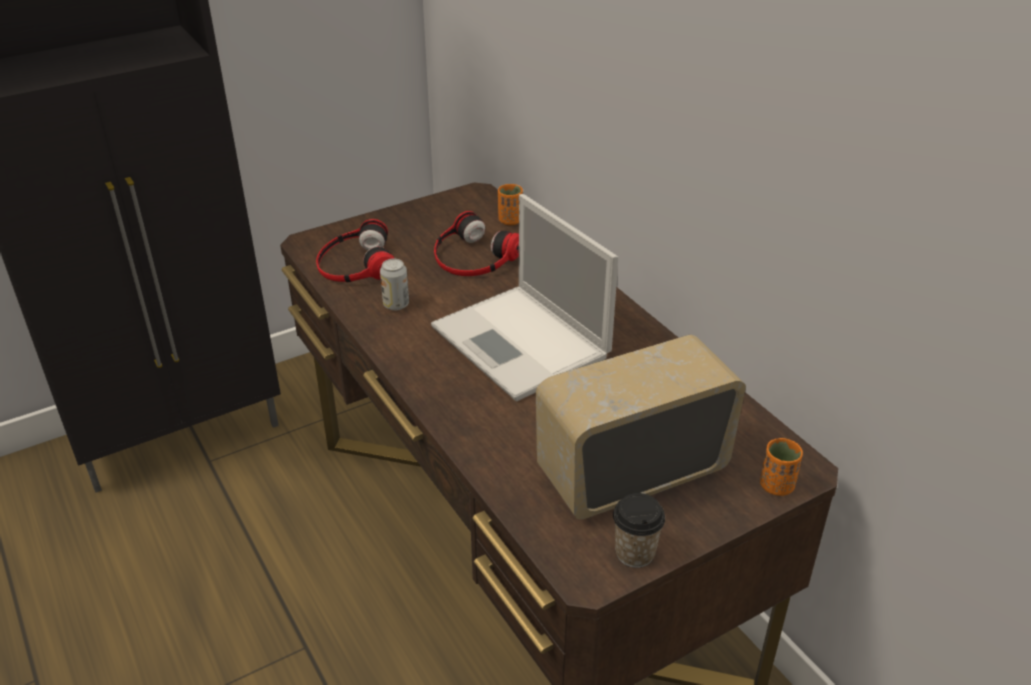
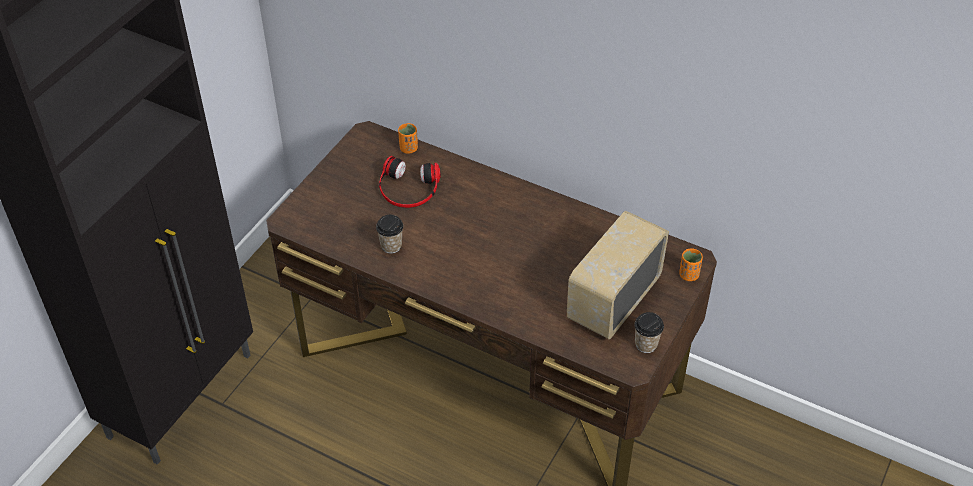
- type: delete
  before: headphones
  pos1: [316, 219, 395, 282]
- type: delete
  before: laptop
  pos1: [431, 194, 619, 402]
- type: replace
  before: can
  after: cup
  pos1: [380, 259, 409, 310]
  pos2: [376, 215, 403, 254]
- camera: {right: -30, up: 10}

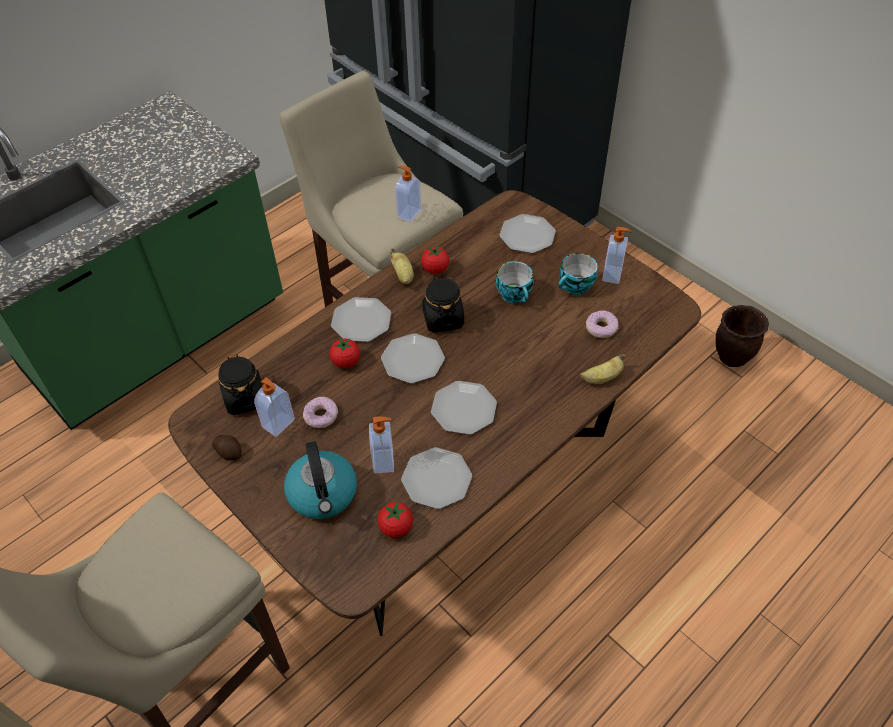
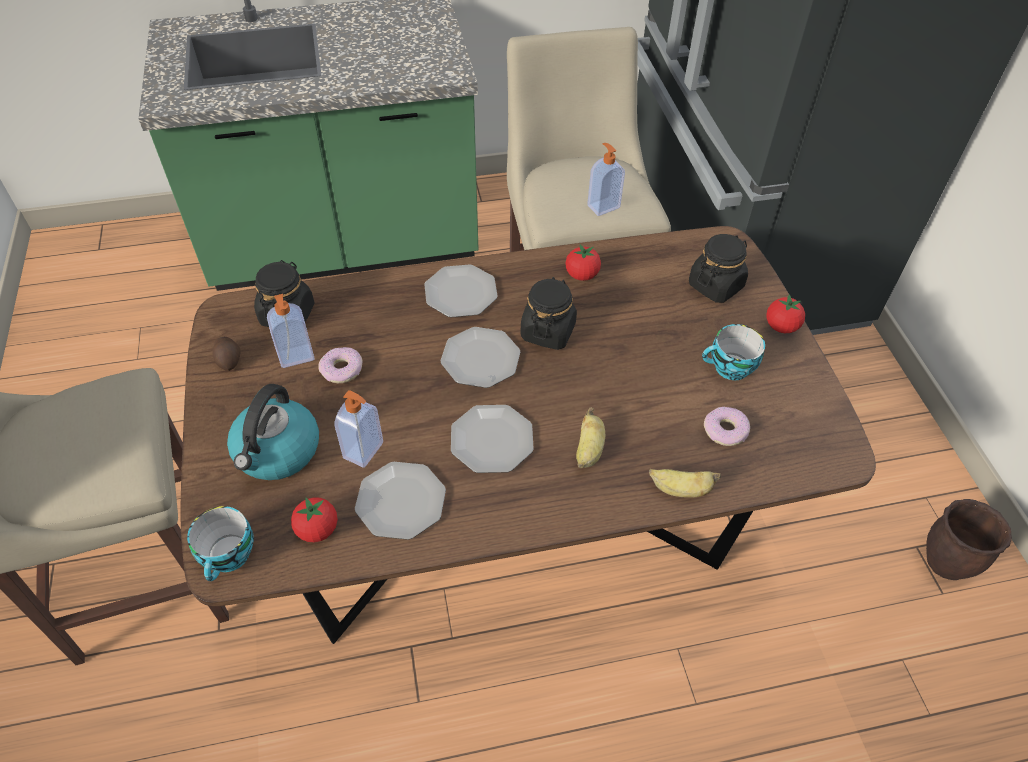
- type: delete
  before: soap dispenser
  pos1: [602, 227, 632, 284]
- type: move
  before: tomato
  pos1: [329, 337, 360, 368]
  pos2: [766, 294, 805, 333]
- type: move
  before: banana
  pos1: [390, 249, 414, 284]
  pos2: [576, 407, 605, 468]
- type: move
  before: cup
  pos1: [496, 261, 534, 303]
  pos2: [187, 506, 254, 581]
- type: replace
  before: plate
  after: black jar
  pos1: [499, 214, 556, 253]
  pos2: [689, 234, 748, 303]
- camera: {right: 30, up: 0}

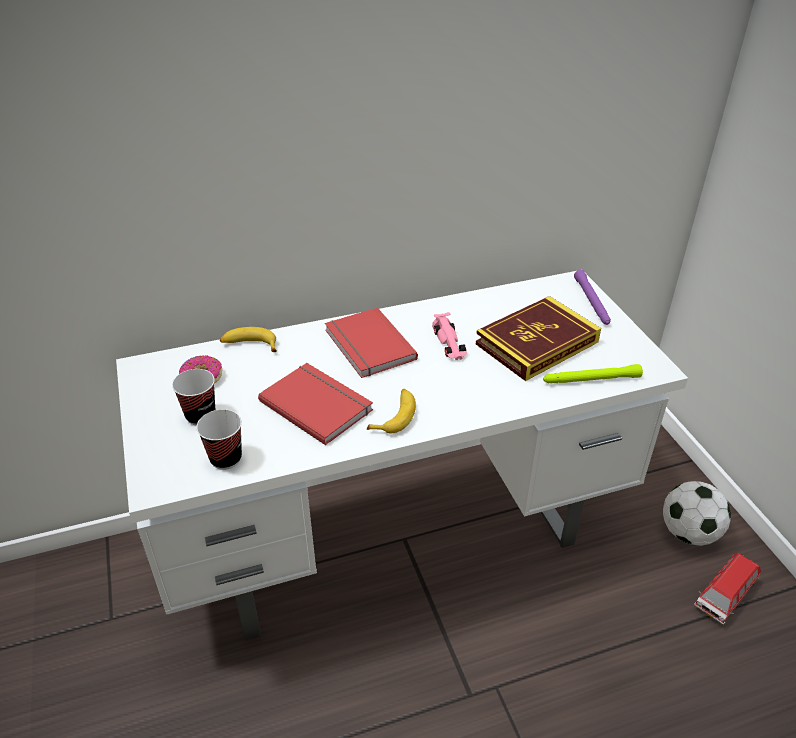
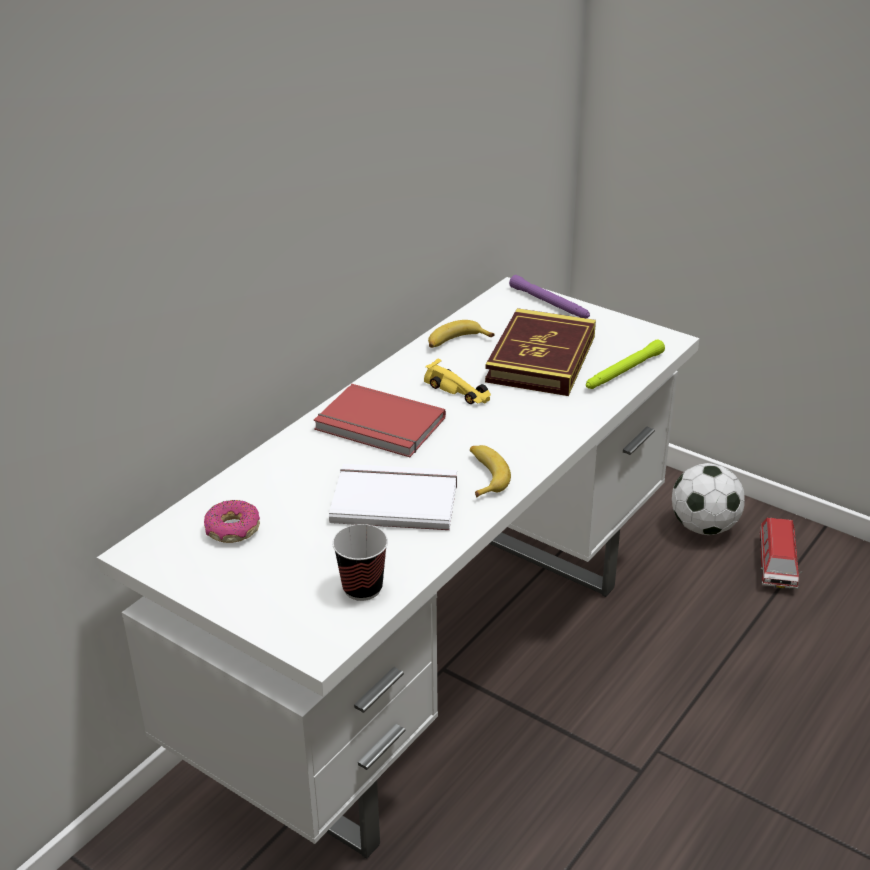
- type: delete
  before: cup
  pos1: [172, 369, 215, 426]
- type: move
  before: banana
  pos1: [220, 327, 277, 352]
  pos2: [428, 320, 495, 348]
- type: recolor
  before: red book
  after: white book
  pos1: [258, 363, 373, 445]
  pos2: [329, 464, 457, 530]
- type: recolor
  before: pink toy car
  after: yellow toy car
  pos1: [432, 312, 467, 360]
  pos2: [424, 359, 491, 404]
- camera: {right: -35, up: -5}

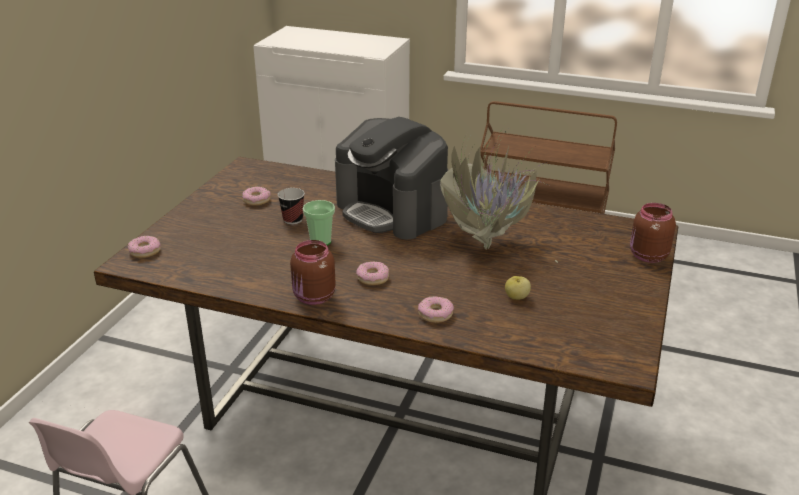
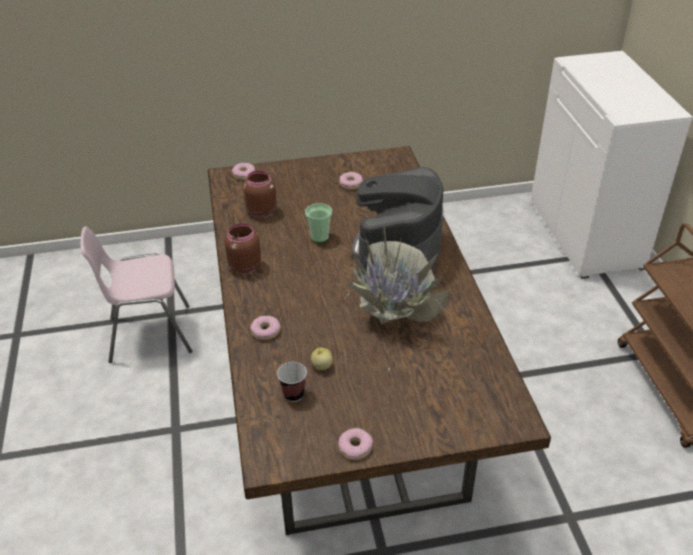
- type: move
  before: cup
  pos1: [278, 188, 305, 225]
  pos2: [277, 362, 307, 402]
- type: move
  before: donut
  pos1: [356, 261, 389, 285]
  pos2: [338, 428, 373, 460]
- type: move
  before: brown jar
  pos1: [630, 203, 676, 263]
  pos2: [244, 170, 277, 217]
- camera: {right: 60, up: 10}

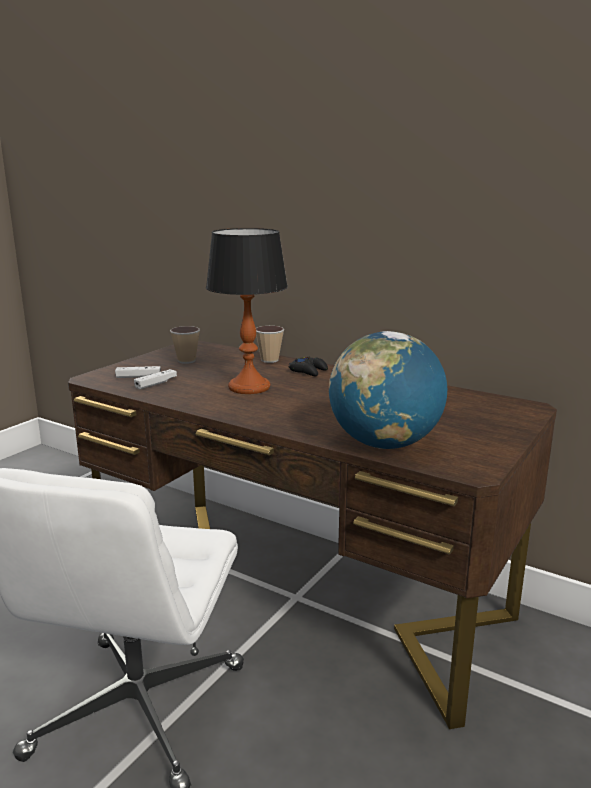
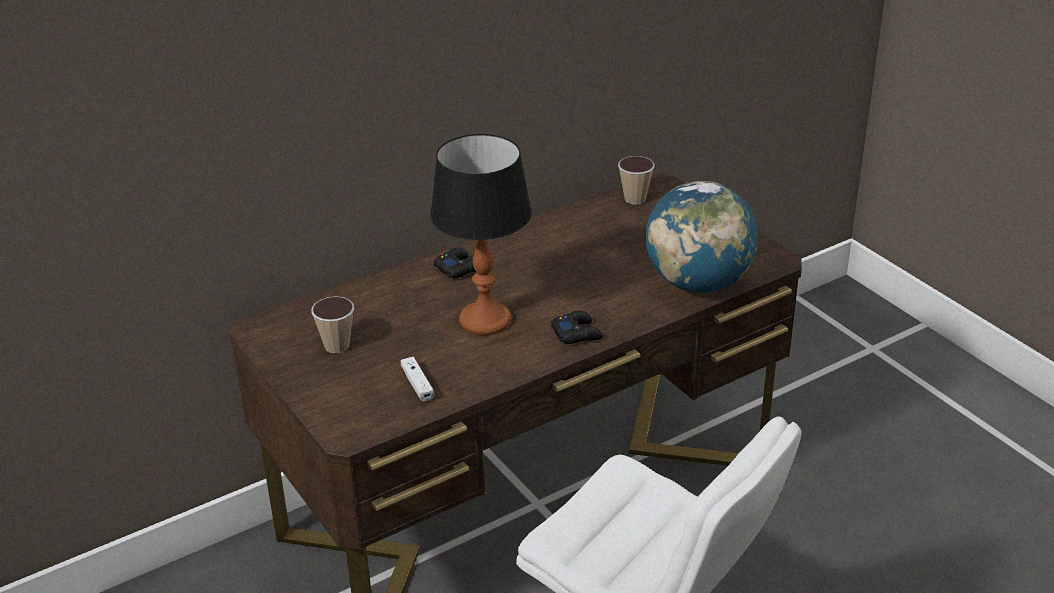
- type: delete
  before: white game controller
  pos1: [115, 366, 161, 378]
- type: insert
  after: black game controller
  pos2: [551, 310, 603, 344]
- type: move
  before: cup
  pos1: [256, 326, 284, 363]
  pos2: [618, 156, 655, 205]
- camera: {right: -65, up: 15}

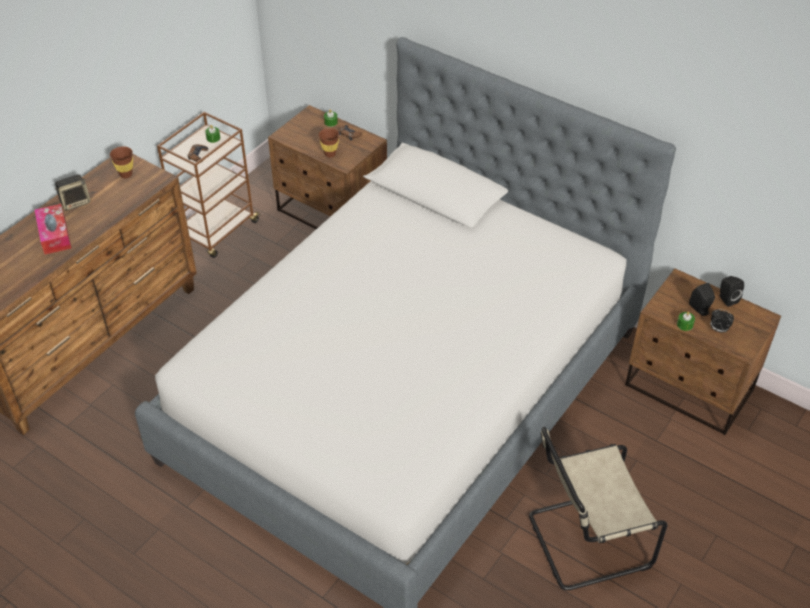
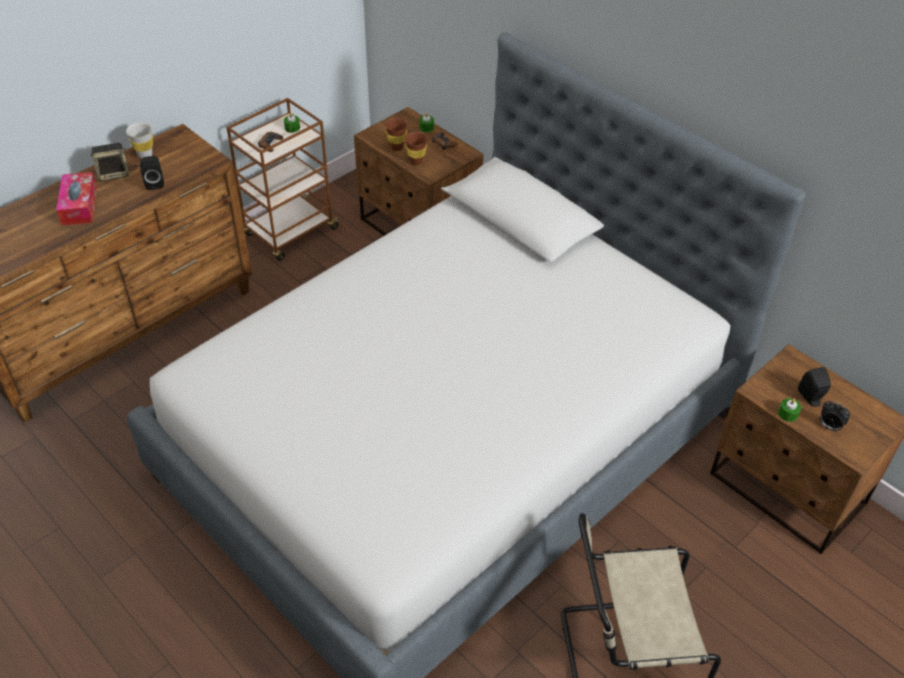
- type: insert
  after: white cup
  pos2: [126, 122, 153, 159]
- type: move
  before: brown cup
  pos1: [110, 146, 133, 178]
  pos2: [385, 118, 408, 151]
- type: move
  before: black speaker
  pos1: [719, 276, 744, 307]
  pos2: [140, 156, 164, 190]
- camera: {right: 10, up: 0}

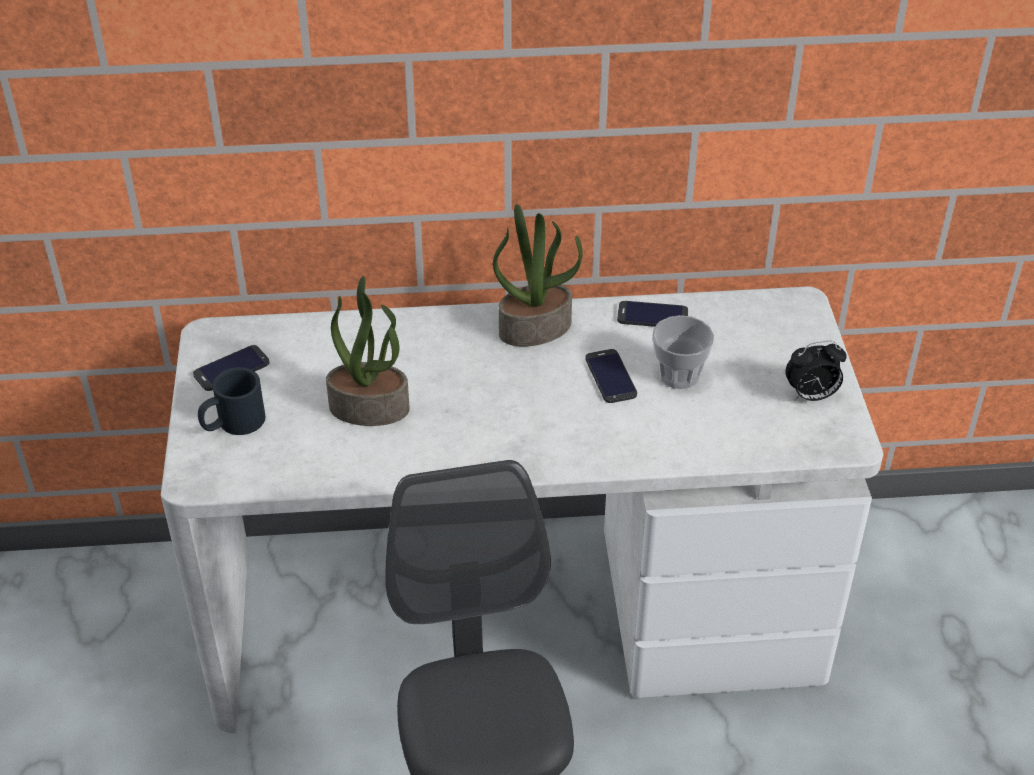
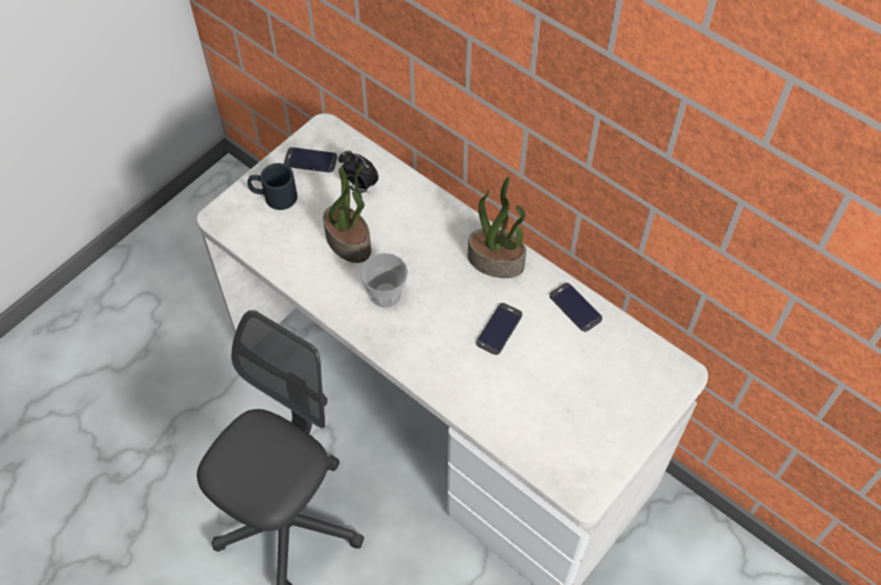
- type: move
  before: cup
  pos1: [652, 315, 714, 389]
  pos2: [360, 253, 408, 308]
- type: move
  before: alarm clock
  pos1: [785, 340, 847, 401]
  pos2: [338, 151, 379, 194]
- camera: {right: 45, up: 15}

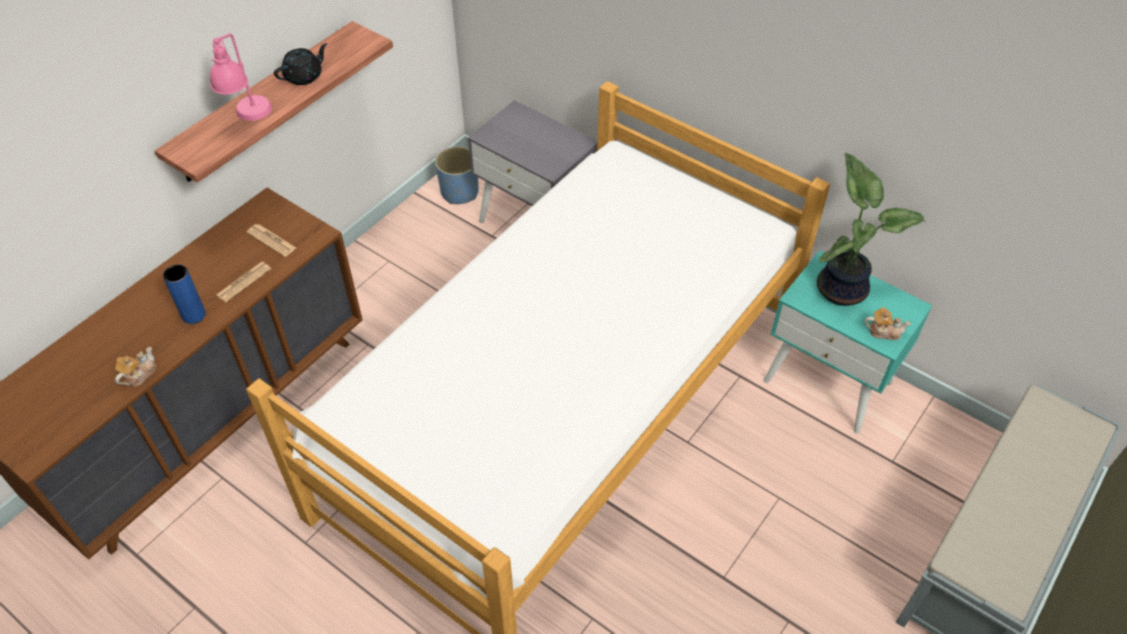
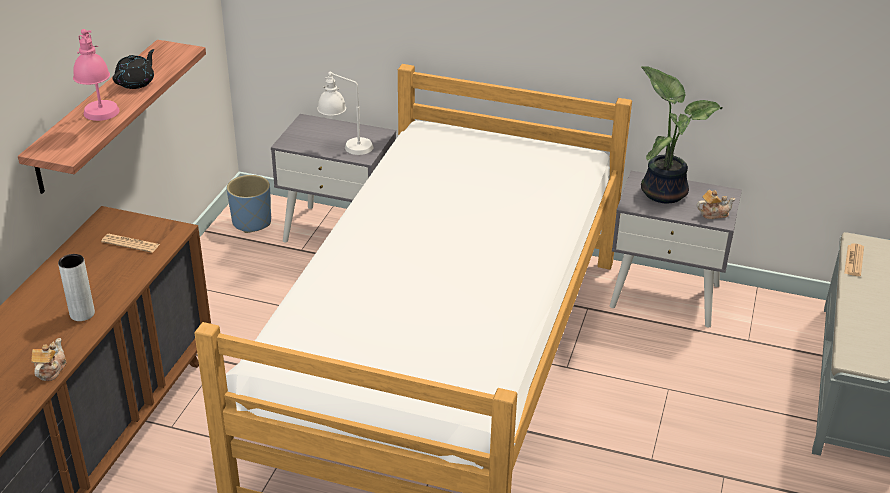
- type: insert
  after: white table lamp
  pos2: [317, 72, 373, 155]
- type: move
  before: newspaper
  pos1: [216, 262, 271, 302]
  pos2: [844, 243, 864, 276]
- type: recolor
  before: blue vase
  after: grey vase
  pos1: [163, 264, 206, 324]
  pos2: [58, 254, 95, 321]
- type: recolor
  before: turquoise nightstand
  after: grey nightstand
  pos1: [764, 250, 933, 434]
  pos2: [610, 171, 742, 328]
- camera: {right: -20, up: -15}

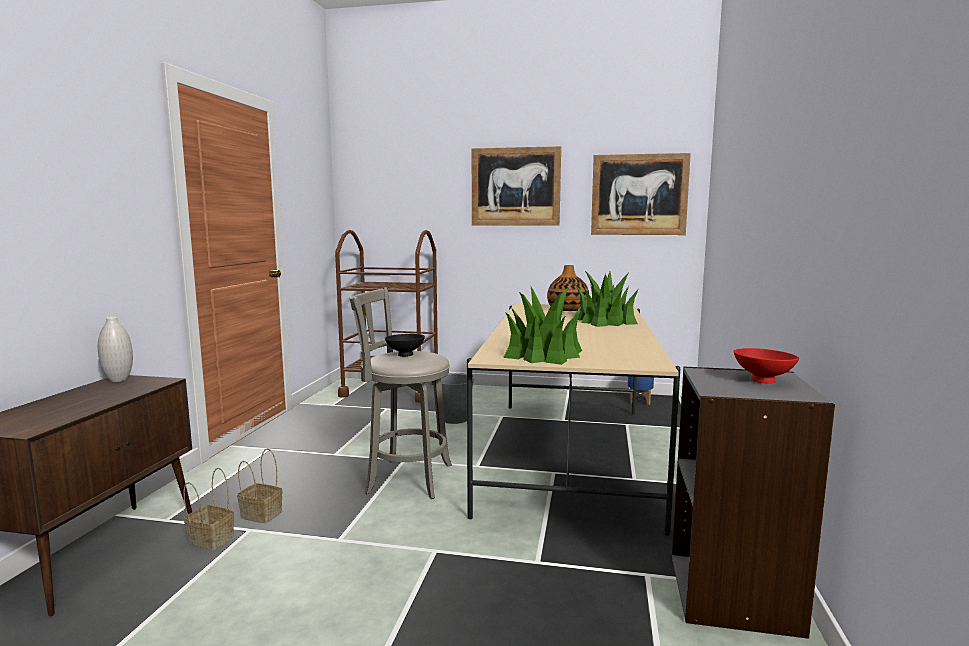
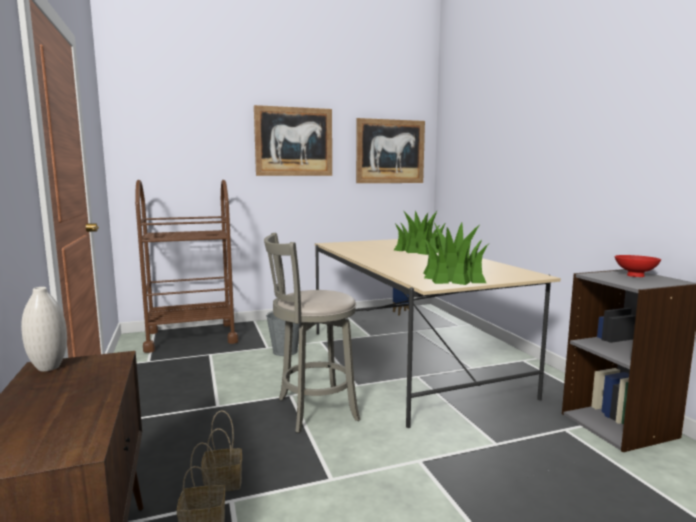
- type: delete
  before: black bowl
  pos1: [385, 334, 425, 357]
- type: delete
  before: vase
  pos1: [547, 265, 589, 311]
- camera: {right: -30, up: 0}

